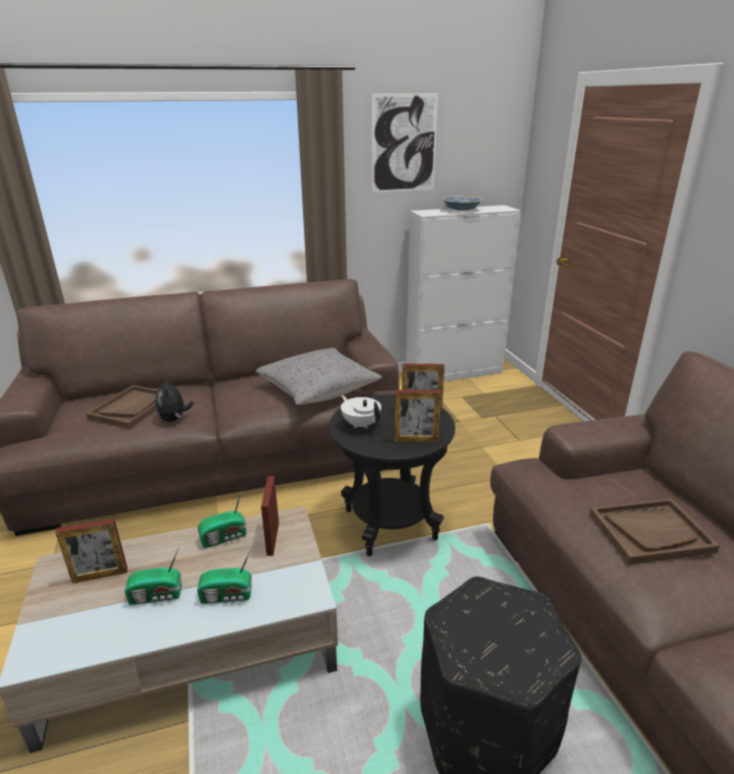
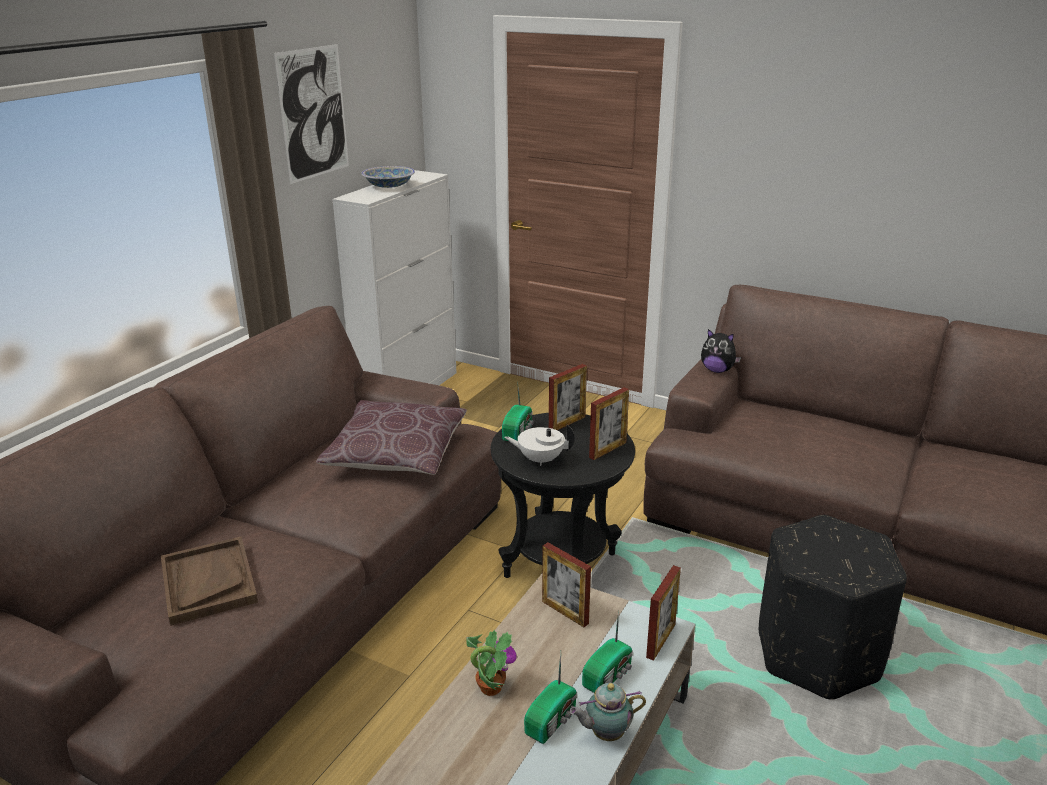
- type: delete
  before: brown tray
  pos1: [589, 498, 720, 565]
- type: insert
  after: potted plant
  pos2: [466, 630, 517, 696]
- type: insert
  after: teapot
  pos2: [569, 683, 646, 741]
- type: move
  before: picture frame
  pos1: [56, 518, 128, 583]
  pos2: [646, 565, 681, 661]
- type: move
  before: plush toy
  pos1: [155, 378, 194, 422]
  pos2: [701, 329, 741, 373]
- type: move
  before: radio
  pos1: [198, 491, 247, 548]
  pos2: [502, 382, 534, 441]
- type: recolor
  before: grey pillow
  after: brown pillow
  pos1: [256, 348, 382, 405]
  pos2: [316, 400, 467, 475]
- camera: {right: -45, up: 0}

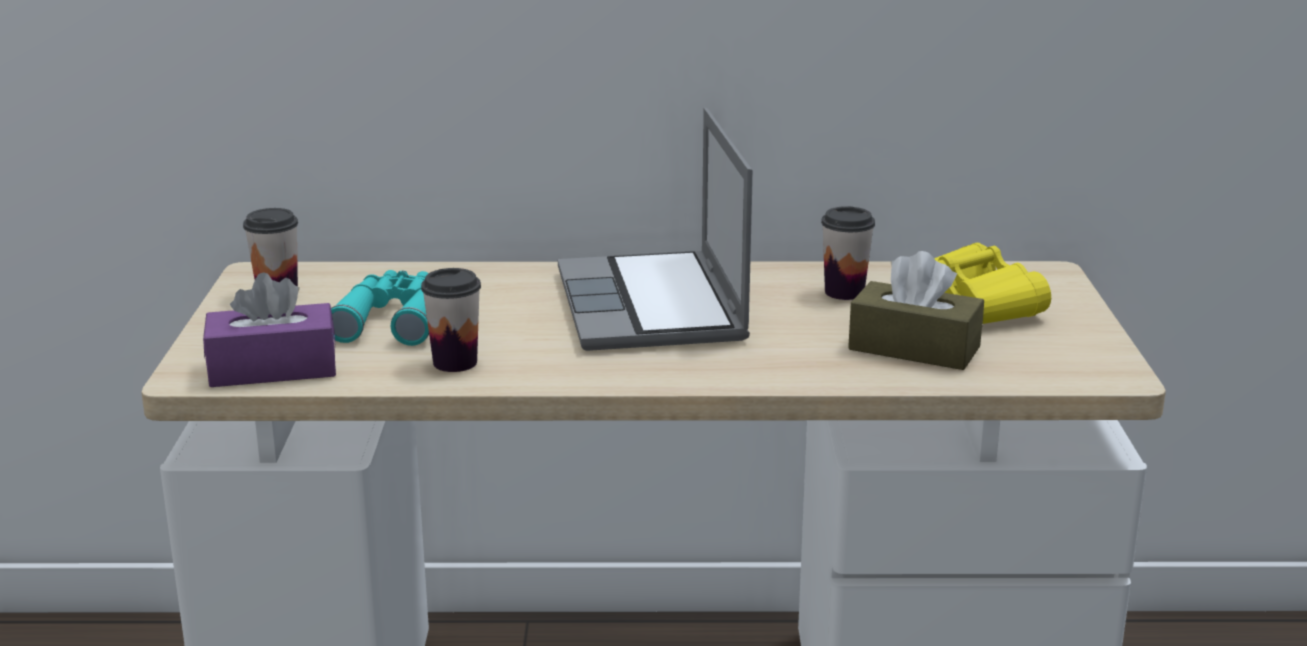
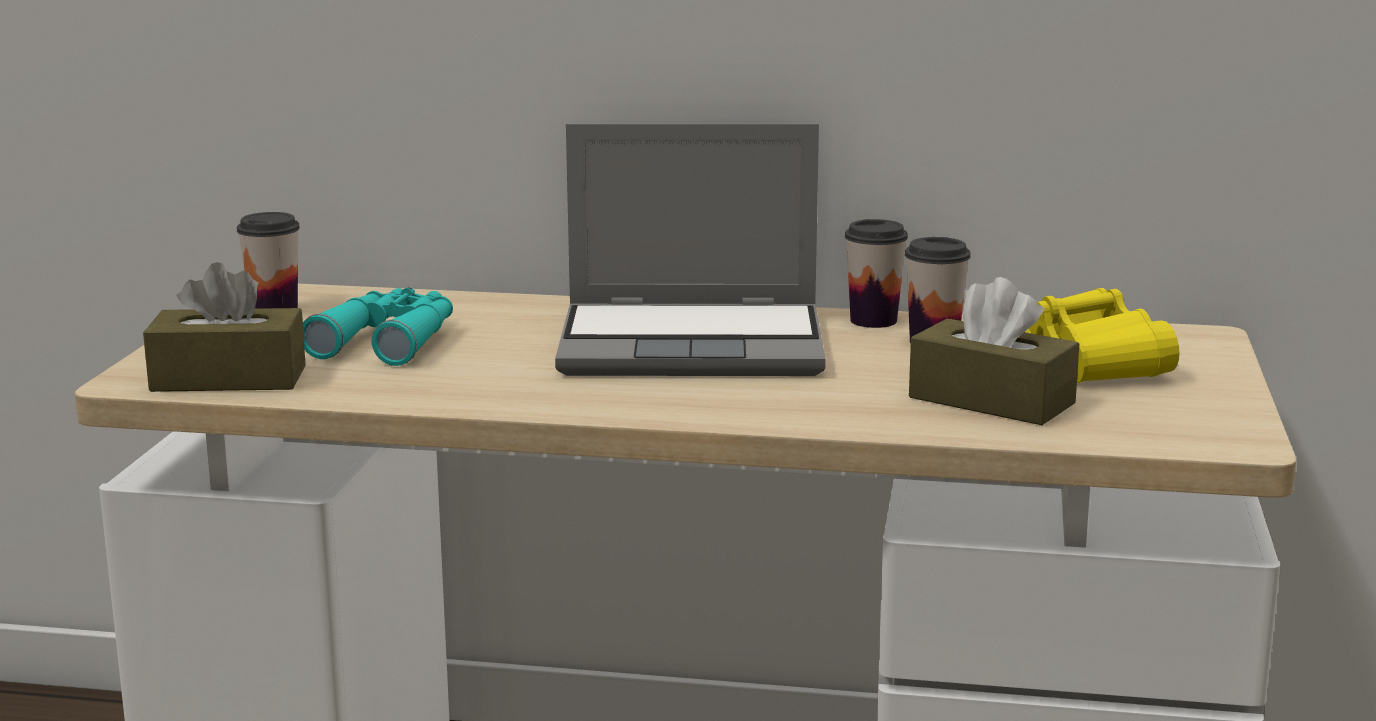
- type: move
  before: cup
  pos1: [421, 268, 481, 372]
  pos2: [845, 219, 908, 328]
- type: recolor
  before: purple tissue box
  after: brown tissue box
  pos1: [203, 272, 336, 387]
  pos2: [143, 262, 306, 392]
- type: rotate
  before: laptop
  pos1: [558, 108, 753, 351]
  pos2: [555, 124, 826, 376]
  turn: -90
- camera: {right: 10, up: -5}

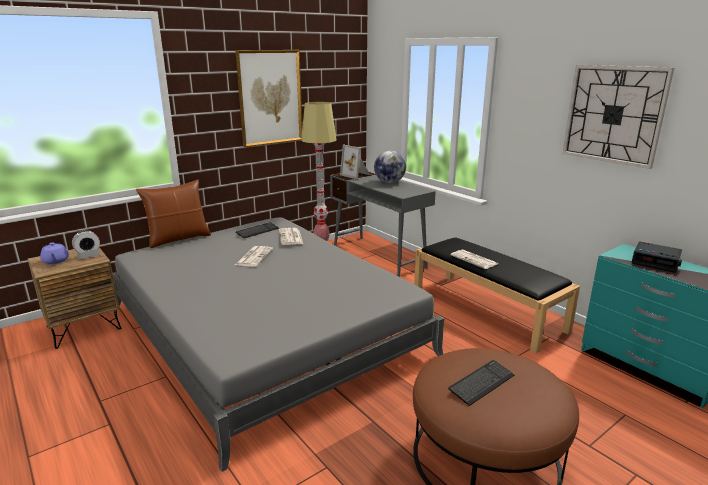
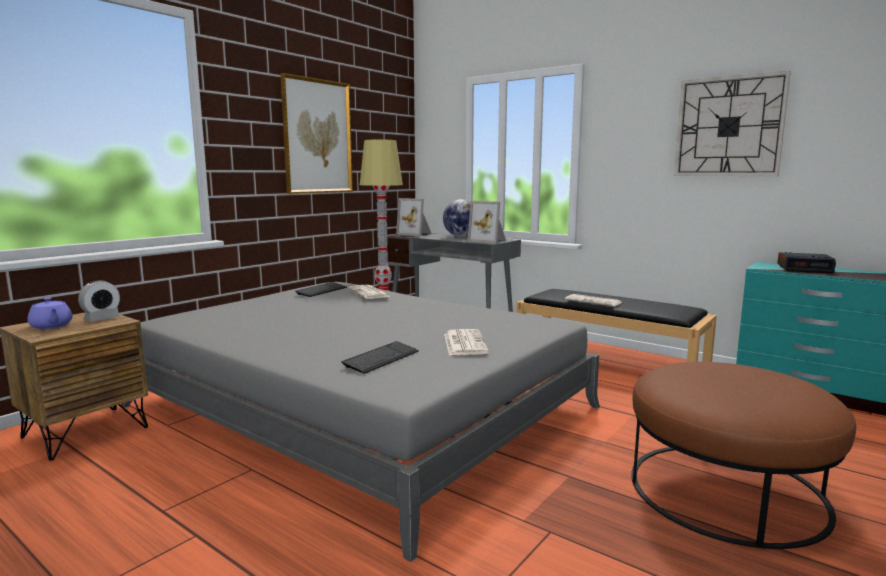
- type: delete
  before: brown pillow
  pos1: [136, 180, 211, 248]
- type: insert
  after: picture frame
  pos2: [468, 201, 506, 244]
- type: move
  before: newspaper
  pos1: [235, 246, 273, 267]
  pos2: [444, 329, 489, 355]
- type: move
  before: keyboard
  pos1: [448, 360, 514, 406]
  pos2: [342, 341, 419, 374]
- camera: {right: -15, up: -10}

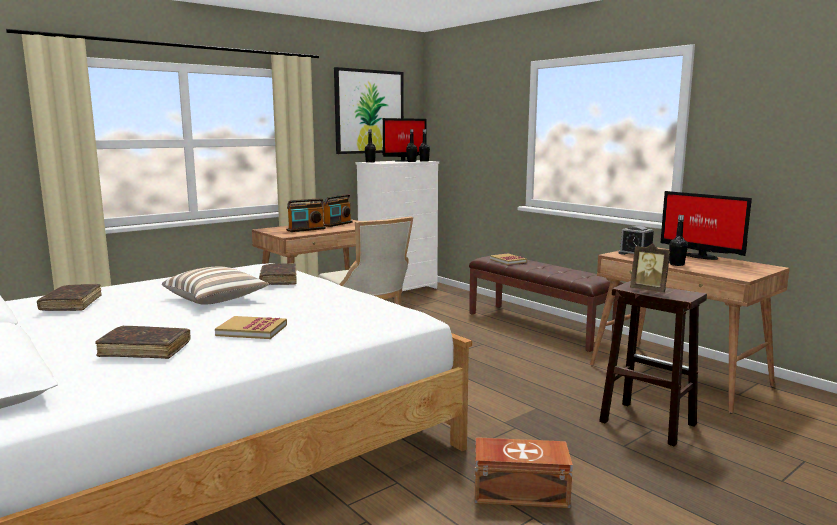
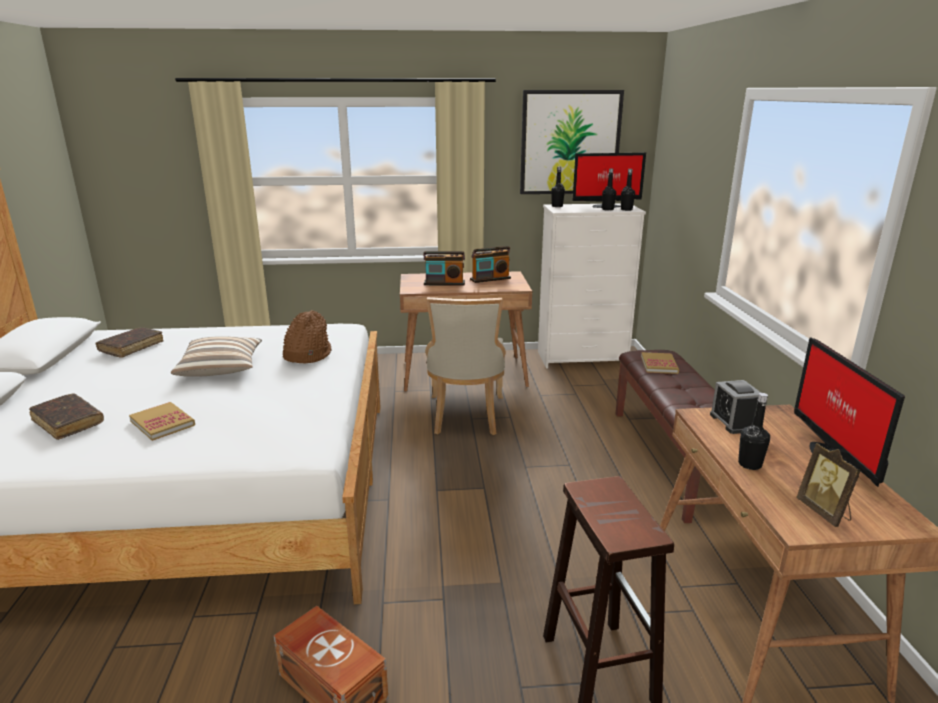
- type: move
  before: picture frame
  pos1: [630, 243, 670, 293]
  pos2: [796, 443, 861, 527]
- type: replace
  before: brown book
  after: brown hat
  pos1: [259, 263, 297, 285]
  pos2: [283, 310, 331, 364]
- camera: {right: 35, up: 10}

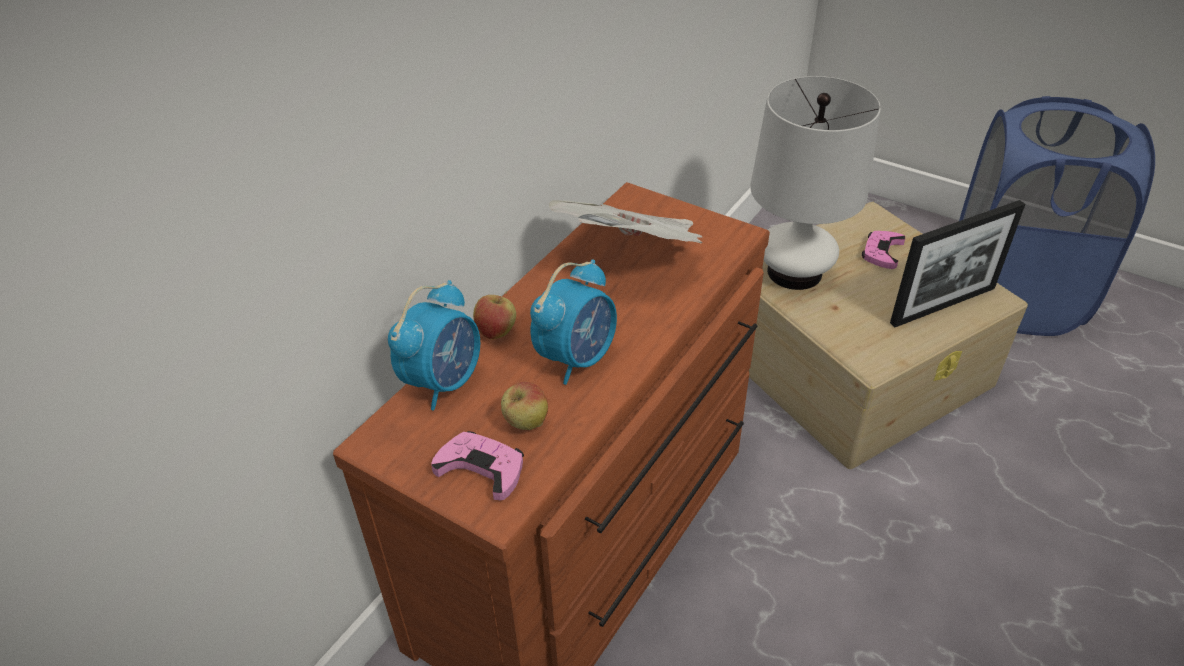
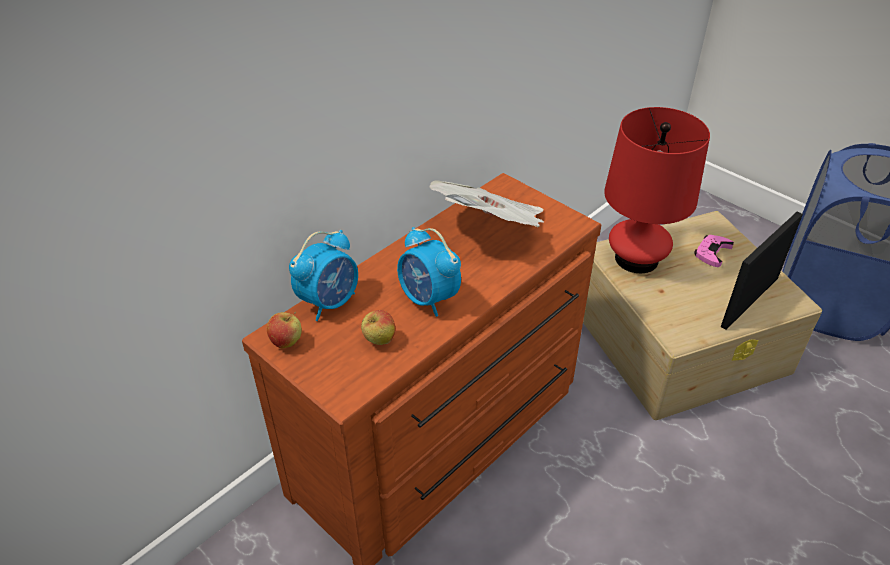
- type: delete
  before: pink game controller
  pos1: [431, 431, 524, 500]
- type: move
  before: apple
  pos1: [473, 291, 516, 339]
  pos2: [267, 312, 302, 348]
- type: recolor
  before: white table lamp
  after: red table lamp
  pos1: [750, 76, 881, 290]
  pos2: [604, 107, 710, 273]
- type: rotate
  before: alarm clock
  pos1: [530, 259, 617, 385]
  pos2: [397, 227, 461, 317]
  turn: 90
- type: rotate
  before: picture frame
  pos1: [890, 200, 1025, 327]
  pos2: [721, 211, 803, 330]
  turn: 150
- camera: {right: 10, up: 0}

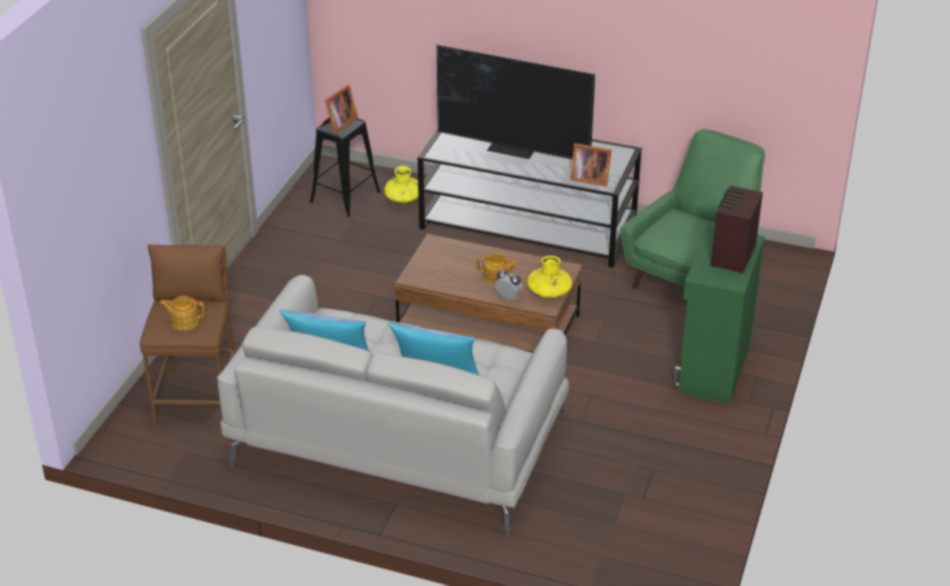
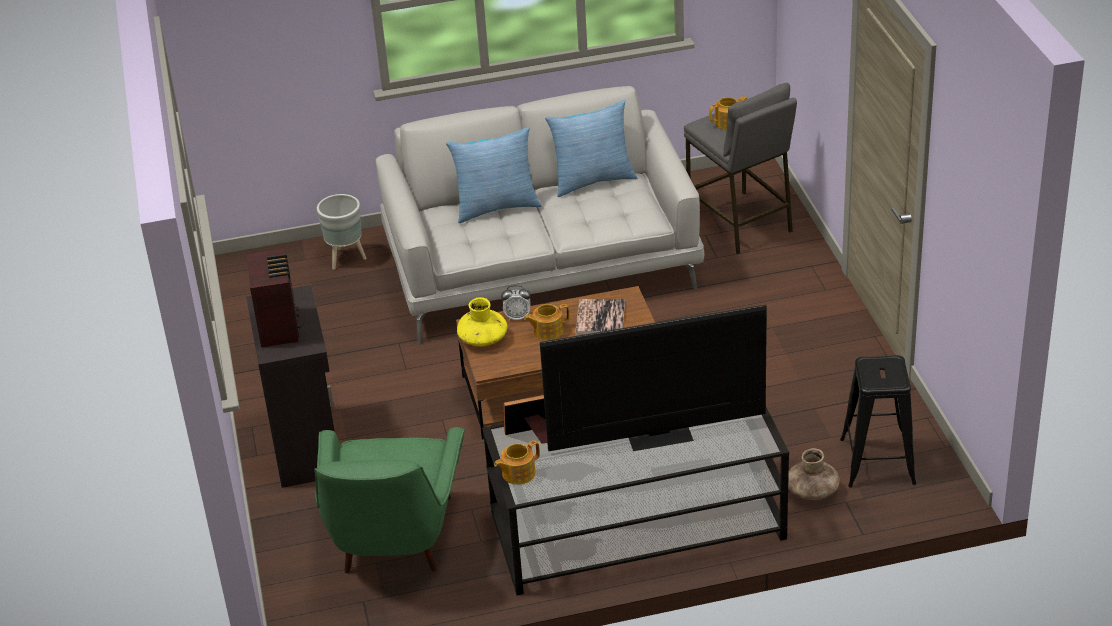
- type: delete
  before: picture frame
  pos1: [322, 85, 358, 133]
- type: insert
  after: grey planter
  pos2: [317, 194, 367, 270]
- type: insert
  after: teapot
  pos2: [494, 440, 540, 485]
- type: insert
  after: book
  pos2: [575, 299, 625, 335]
- type: recolor
  before: brown stool
  after: grey stool
  pos1: [140, 244, 235, 428]
  pos2: [684, 83, 797, 254]
- type: recolor
  before: yellow vase
  after: brown vase
  pos1: [384, 166, 419, 203]
  pos2: [788, 448, 840, 500]
- type: recolor
  before: green cabinet
  after: black cabinet
  pos1: [673, 225, 765, 404]
  pos2: [246, 285, 335, 488]
- camera: {right: 150, up: 0}

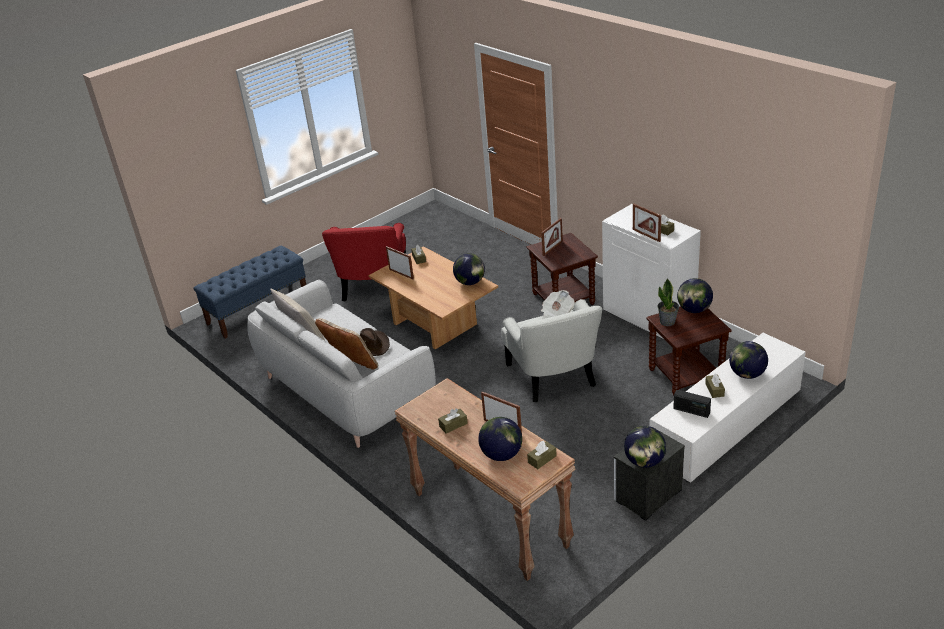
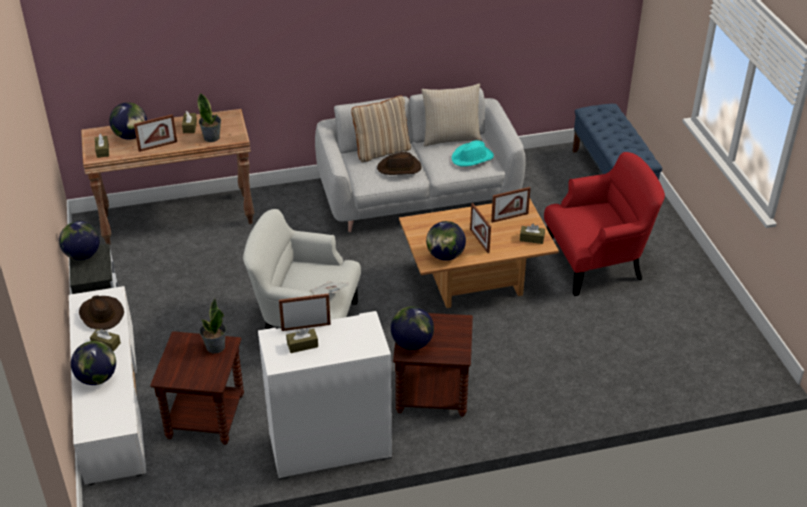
- type: insert
  after: potted plant
  pos2: [198, 93, 221, 142]
- type: insert
  after: turquoise hat
  pos2: [452, 140, 494, 167]
- type: move
  before: picture frame
  pos1: [541, 218, 563, 256]
  pos2: [470, 203, 491, 253]
- type: move
  before: globe
  pos1: [677, 278, 713, 313]
  pos2: [390, 306, 434, 350]
- type: replace
  before: radio
  after: brown hat
  pos1: [673, 390, 711, 418]
  pos2: [79, 295, 124, 330]
- type: rotate
  before: red armchair
  pos1: [322, 223, 406, 302]
  pos2: [544, 152, 665, 296]
  turn: 135
- camera: {right: 115, up: 5}

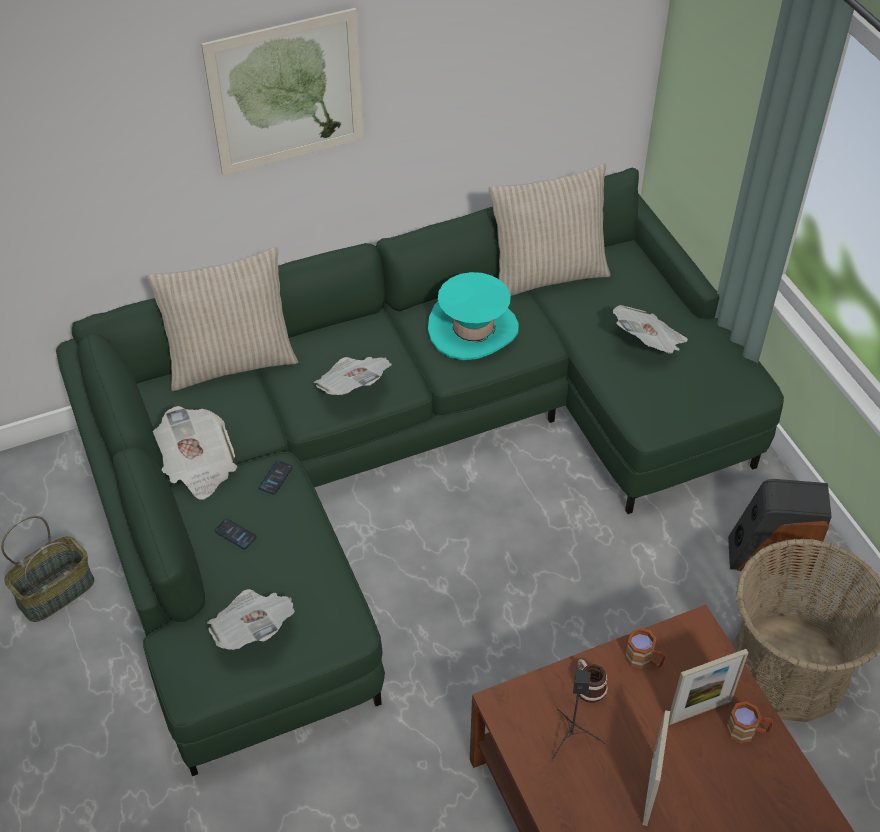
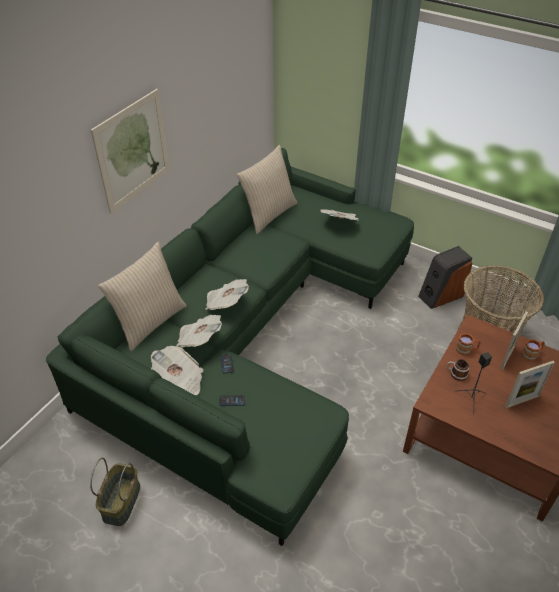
- type: delete
  before: turquoise hat
  pos1: [428, 272, 519, 360]
- type: move
  before: newspaper
  pos1: [207, 589, 295, 650]
  pos2: [176, 315, 222, 347]
- type: rotate
  before: picture frame
  pos1: [642, 710, 670, 826]
  pos2: [505, 361, 555, 408]
  turn: 90
- camera: {right: -35, up: -5}

